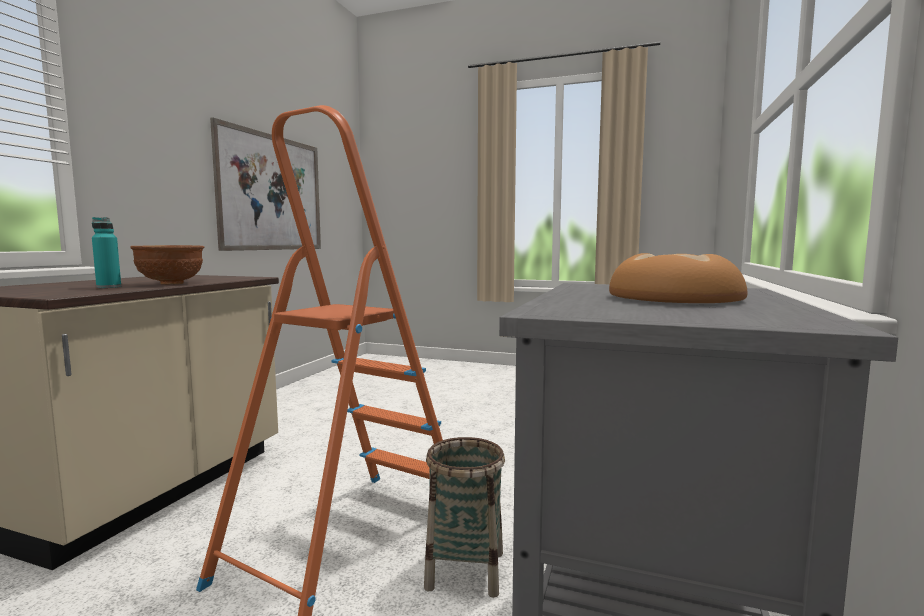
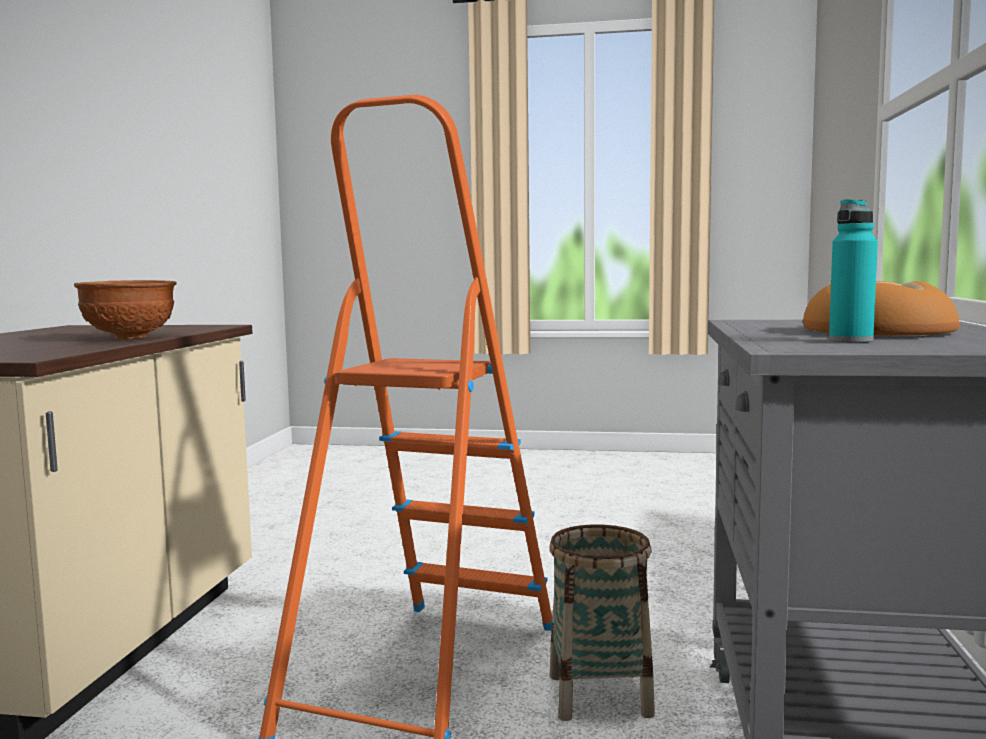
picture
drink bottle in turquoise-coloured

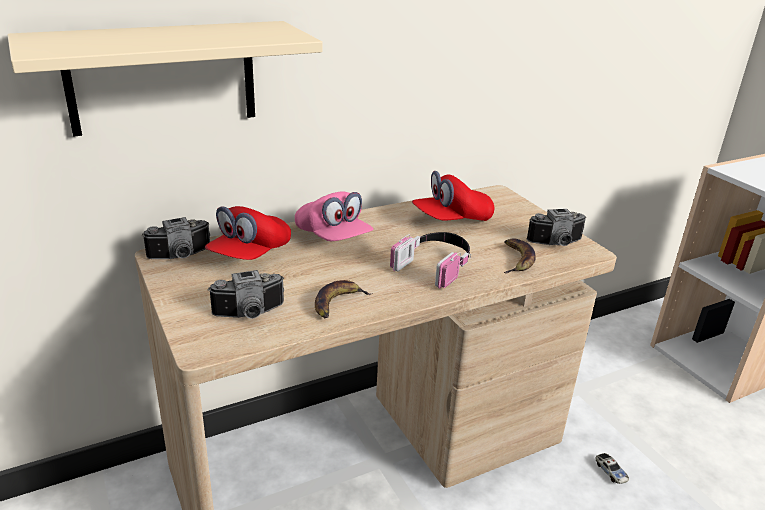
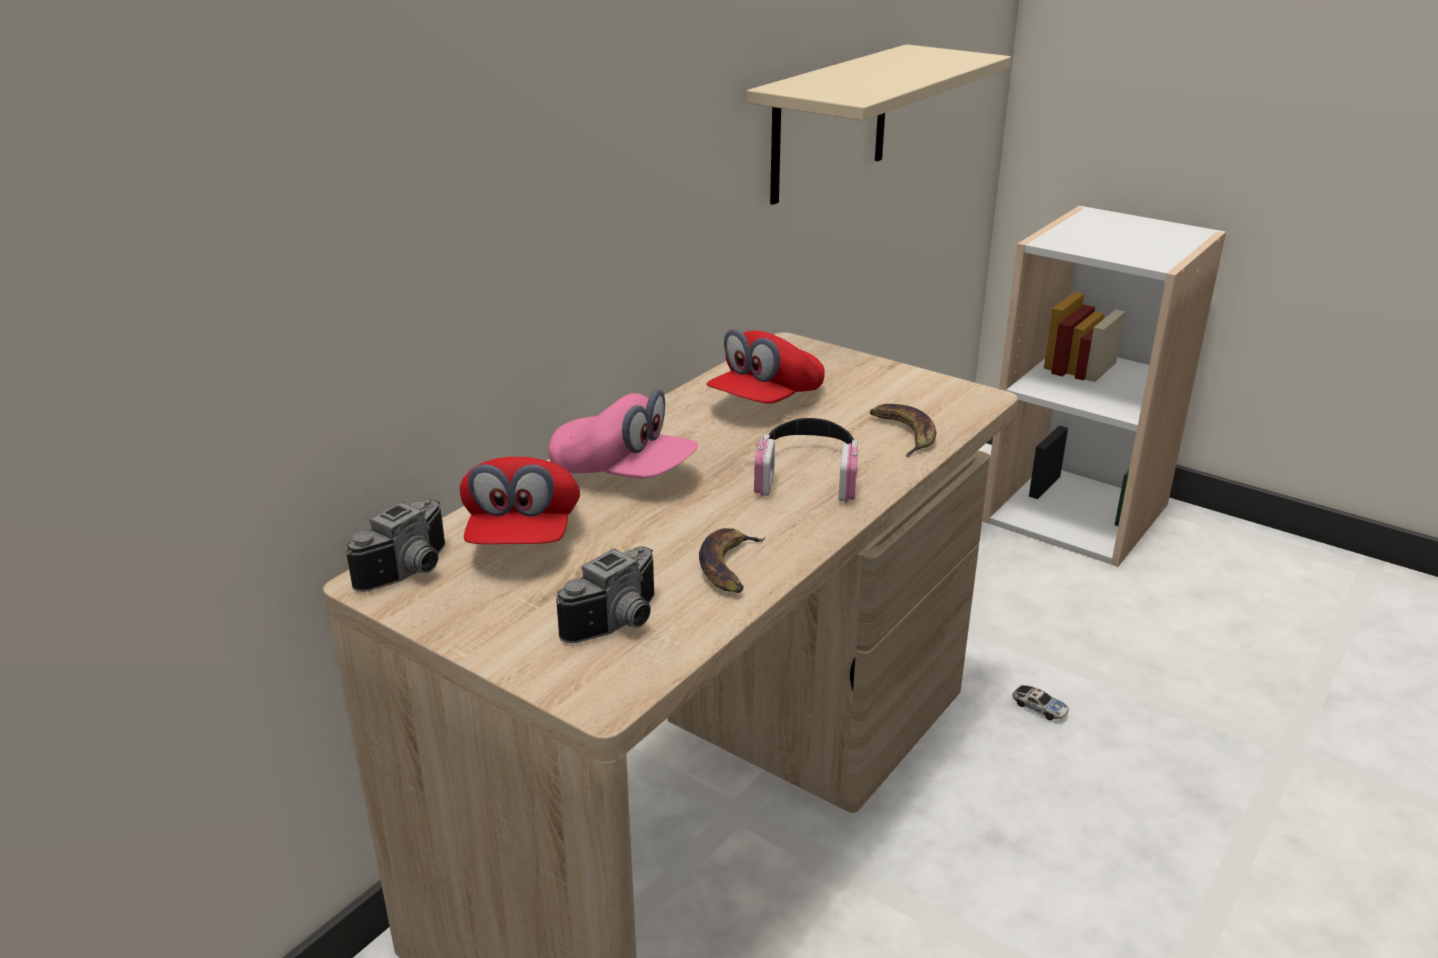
wall shelf in beige-coloured
photo camera (3rd from left in the first image)

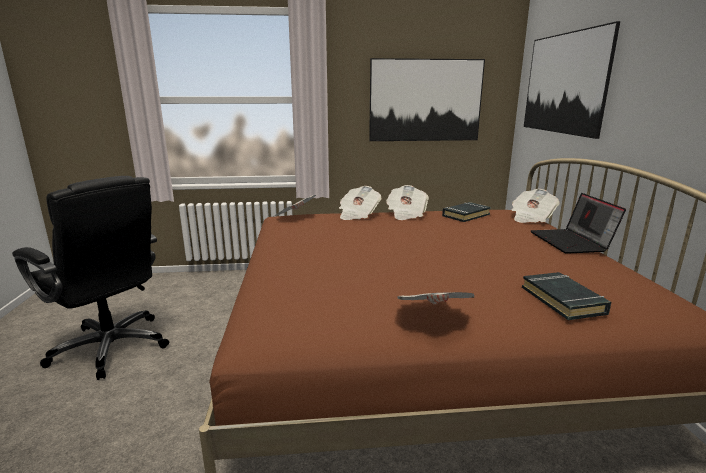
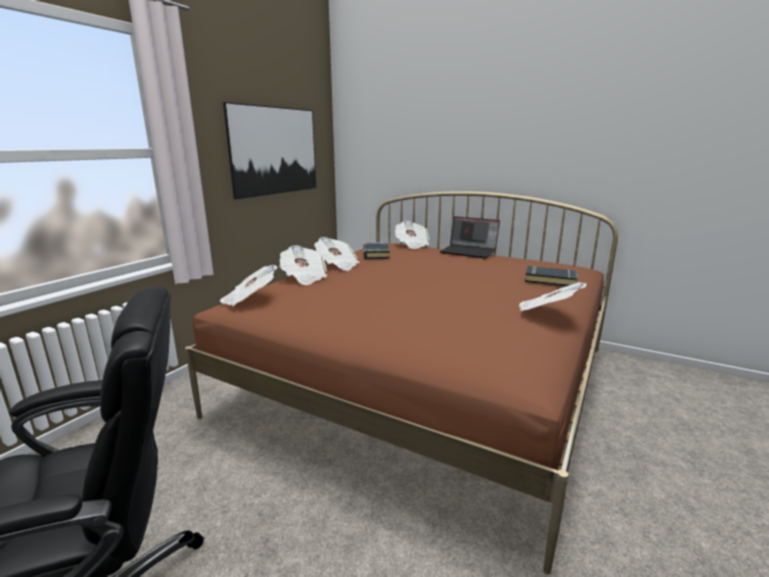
picture (2nd from left in the first image)

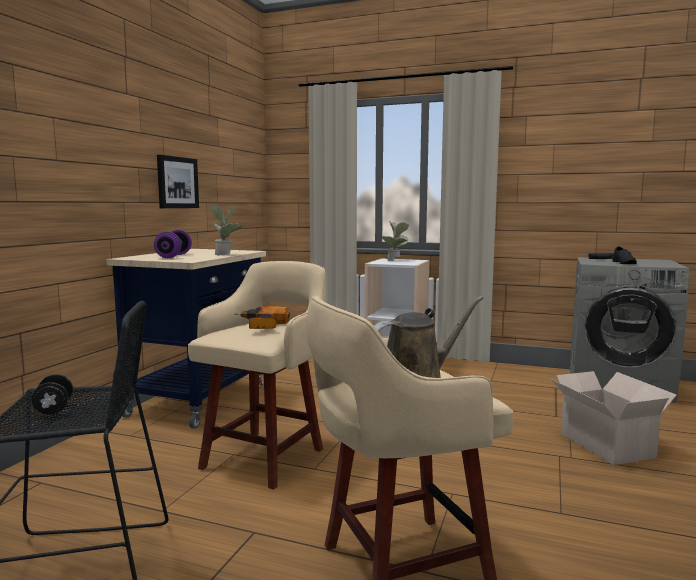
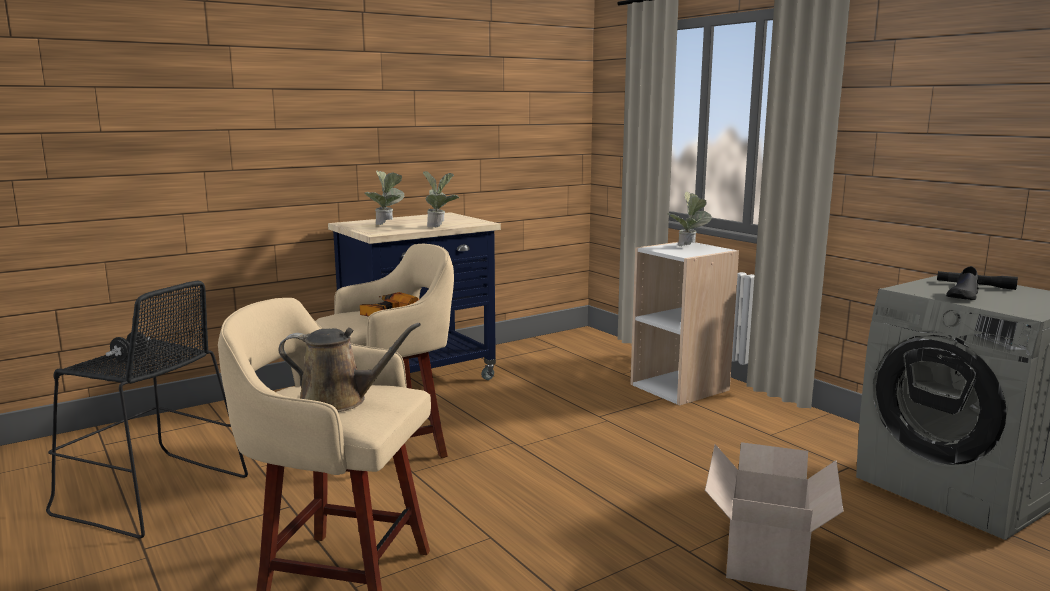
picture
potted plant (1st from left)

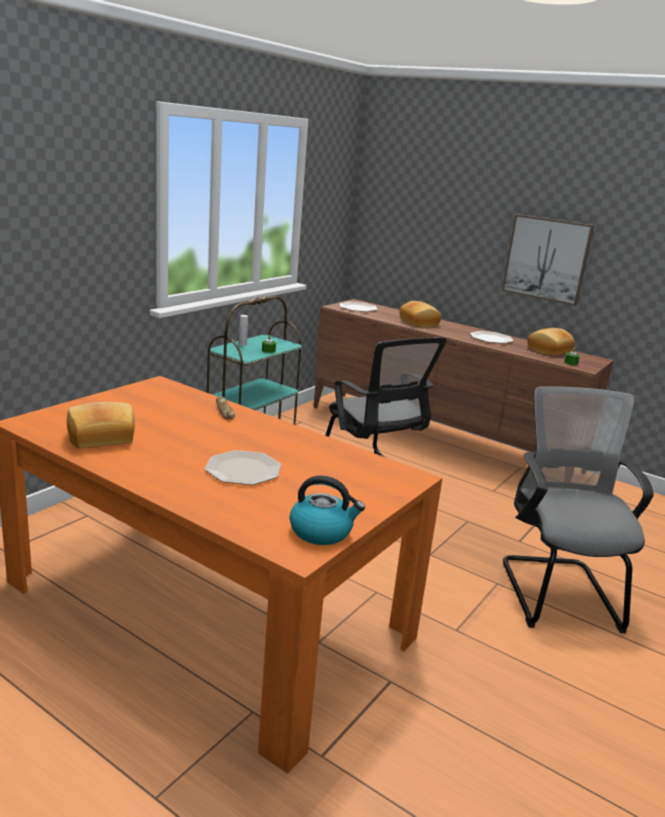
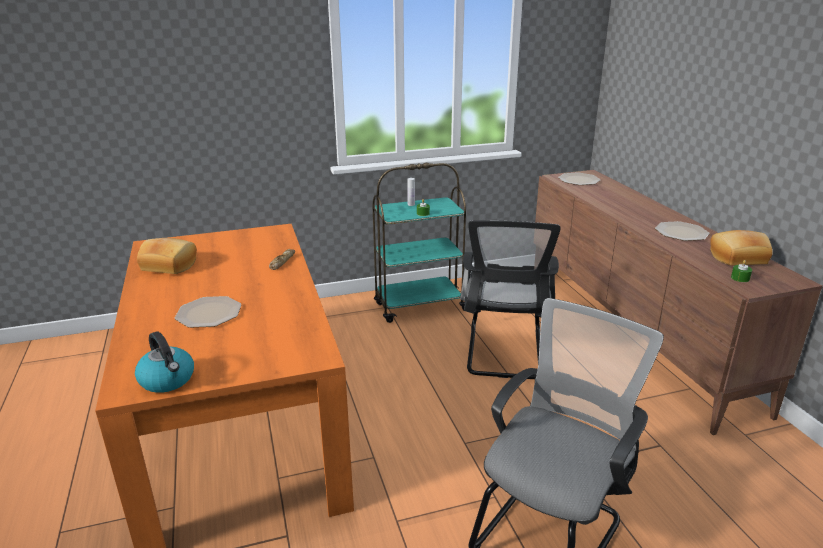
picture
bakery bread (3rd from left in the first image)

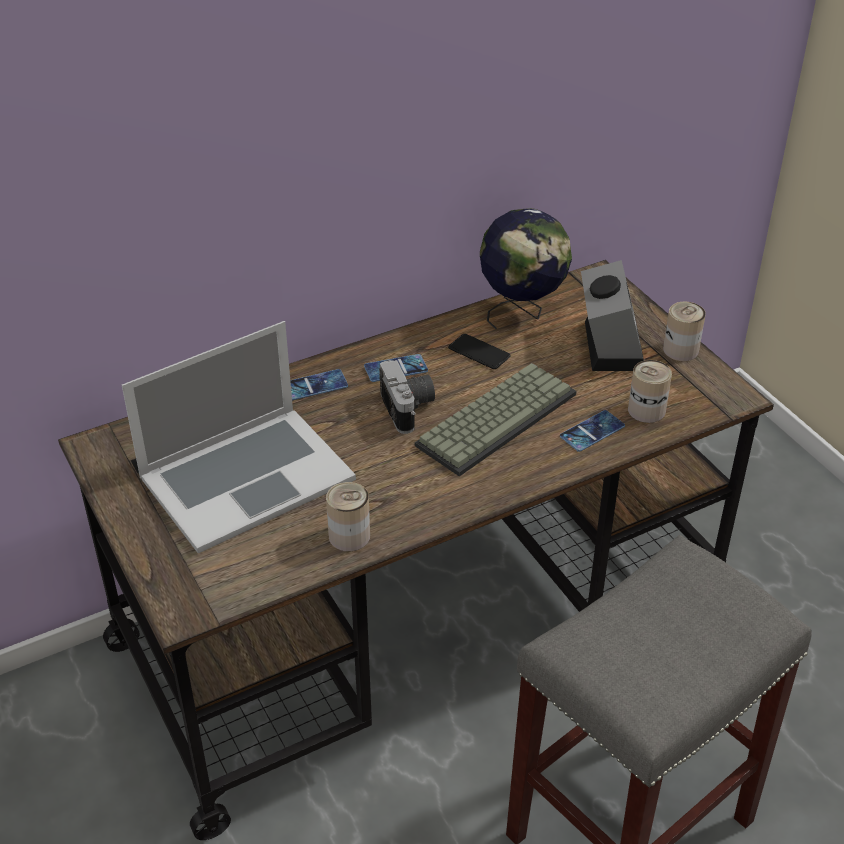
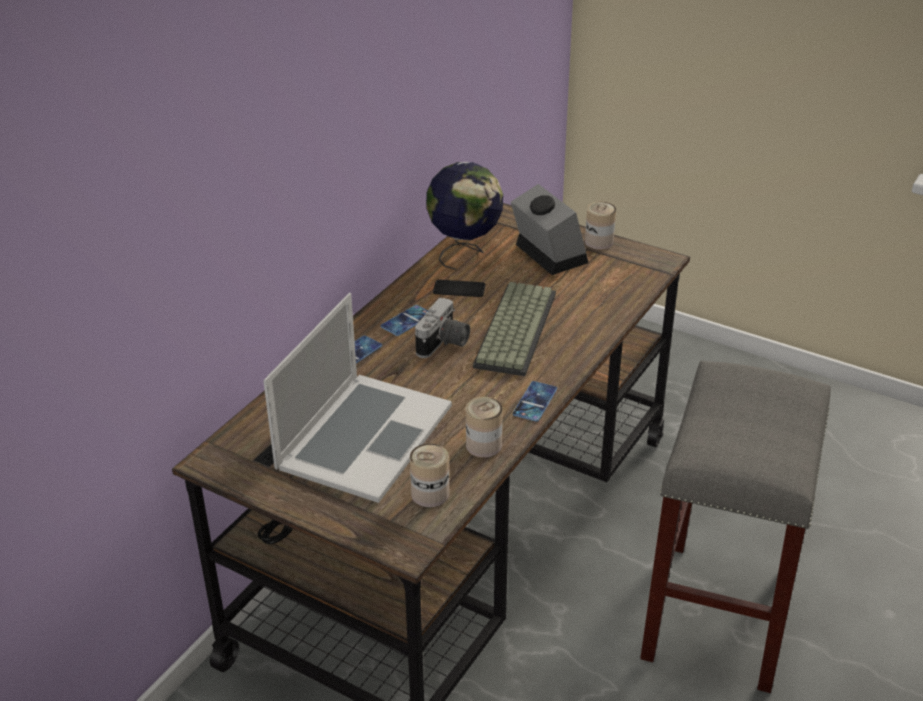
photo camera
sealed can (1st from left)
phone (4th from left)

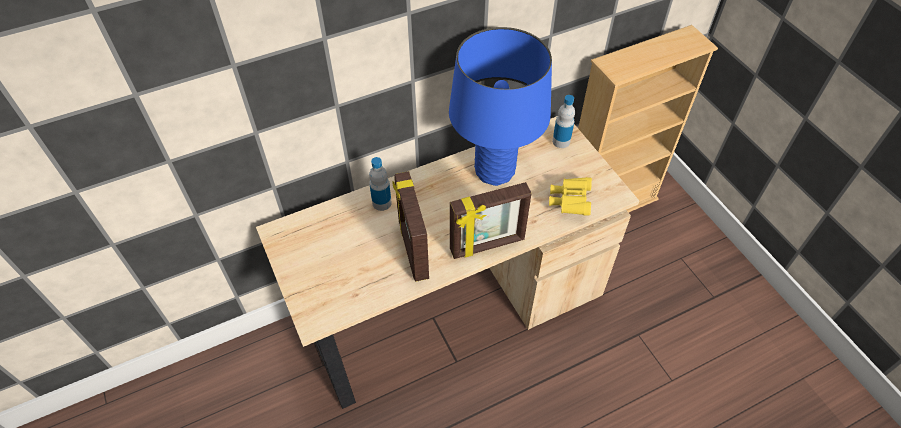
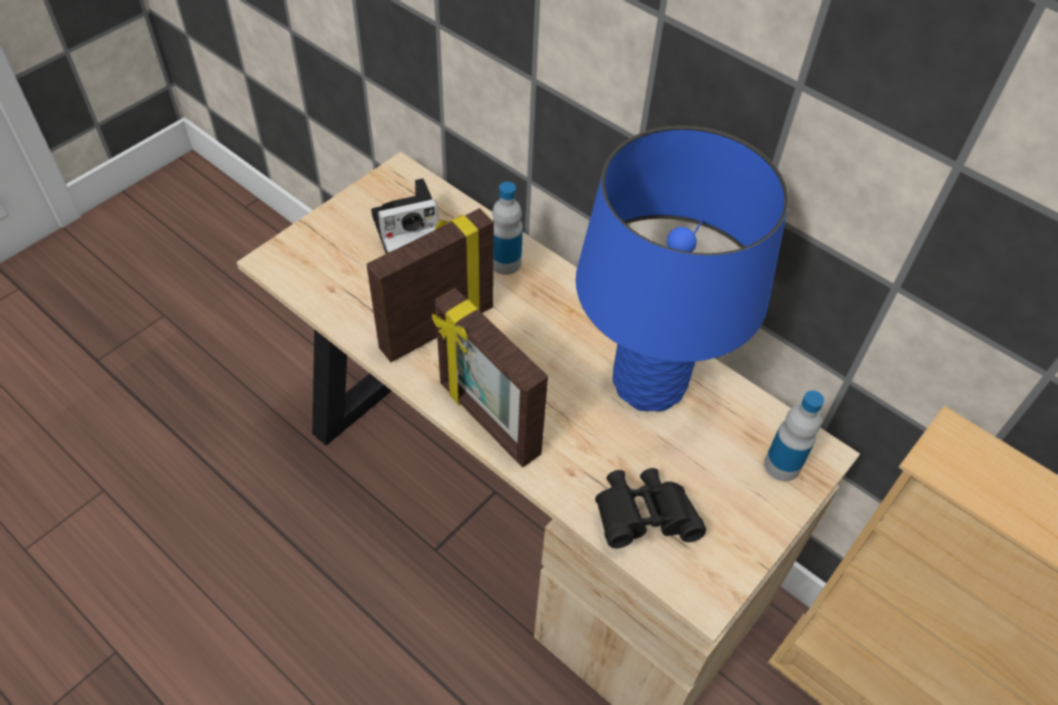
pair of binoculars in black
photo camera

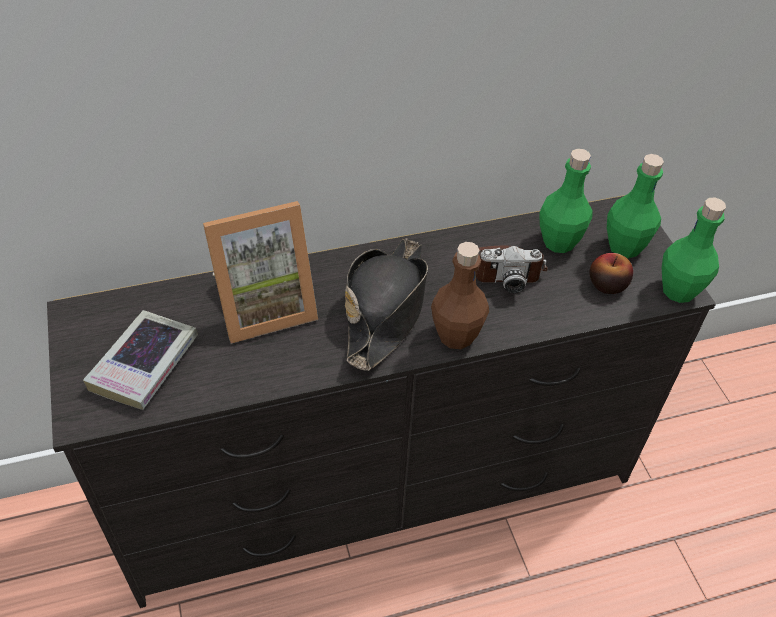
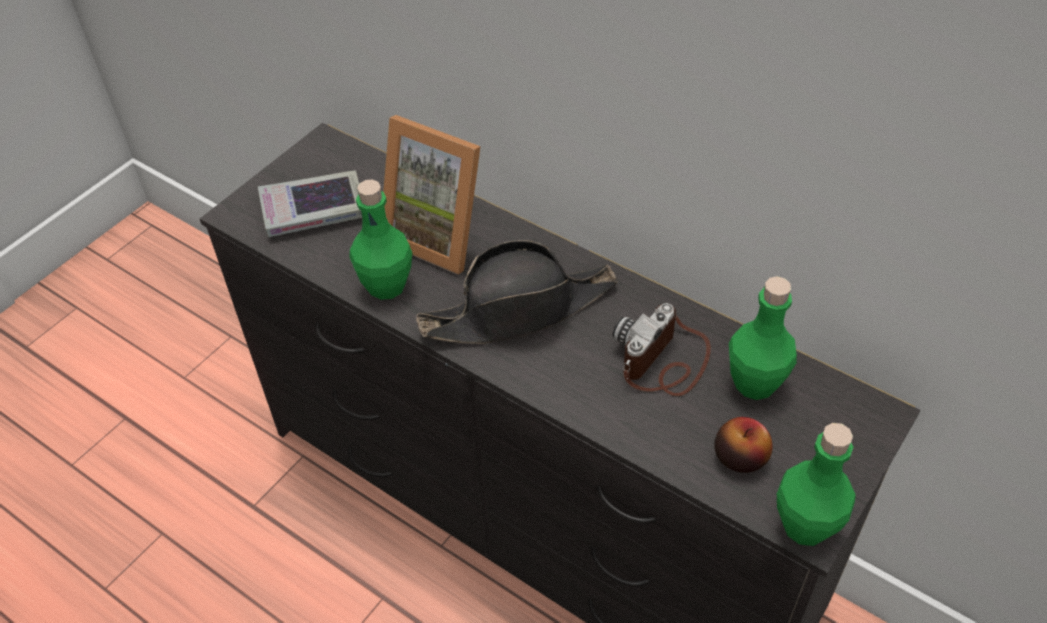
drink bottle in greenish (1st from left)
drink bottle in brownish
photo camera

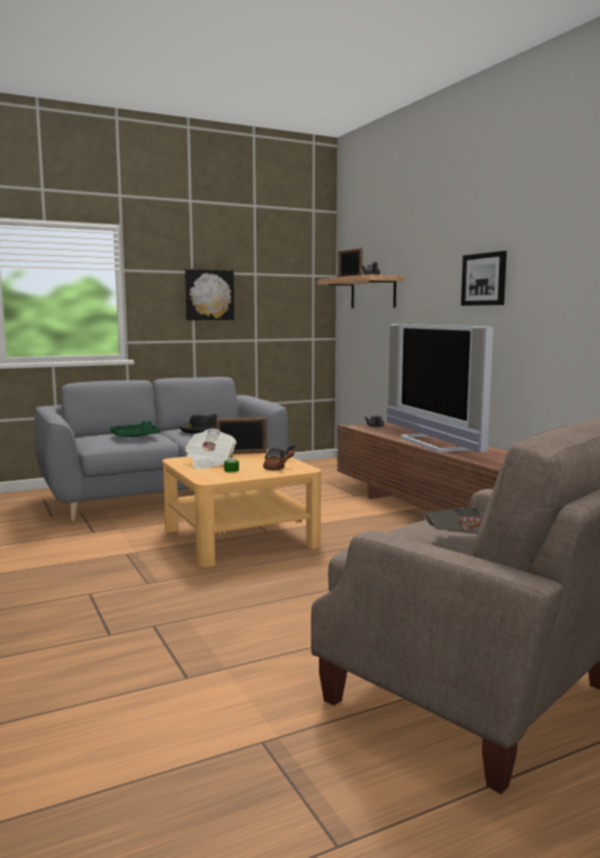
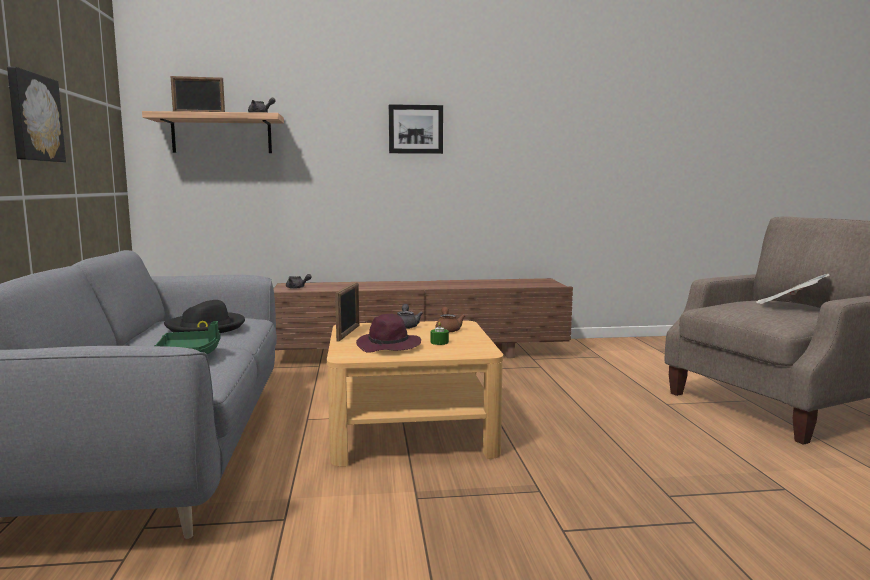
TV set
wearable hat in purplish

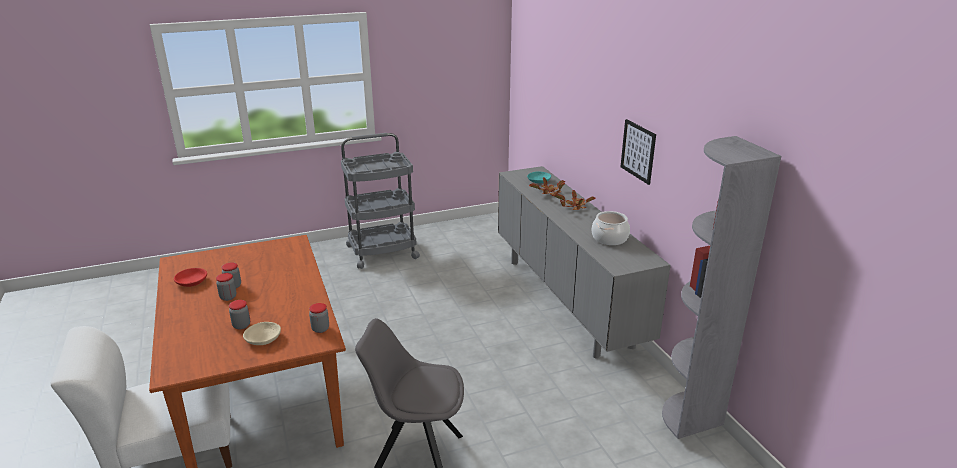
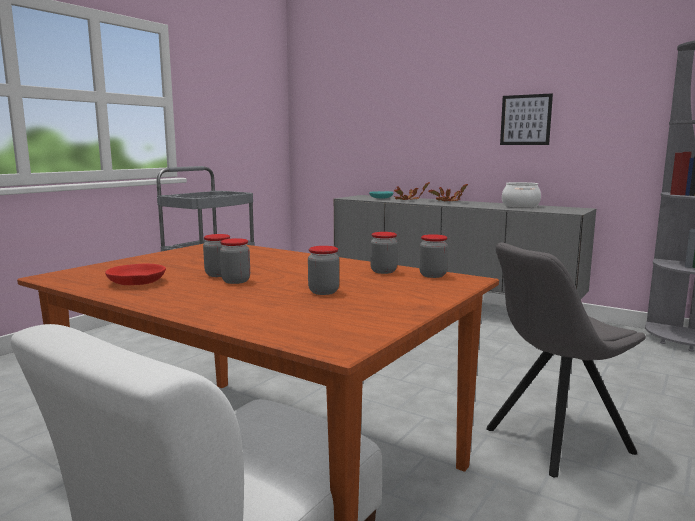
bowl in beige-coloured
preserve jar (4th from left)

